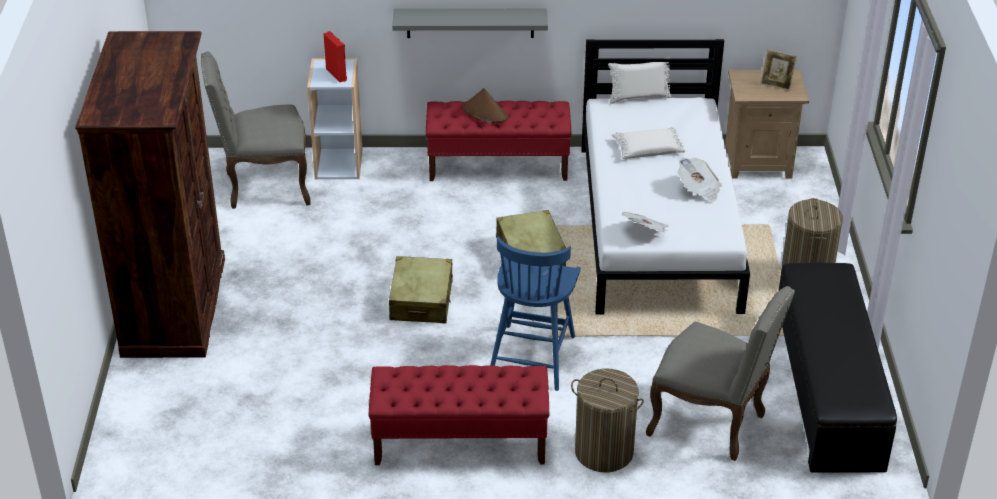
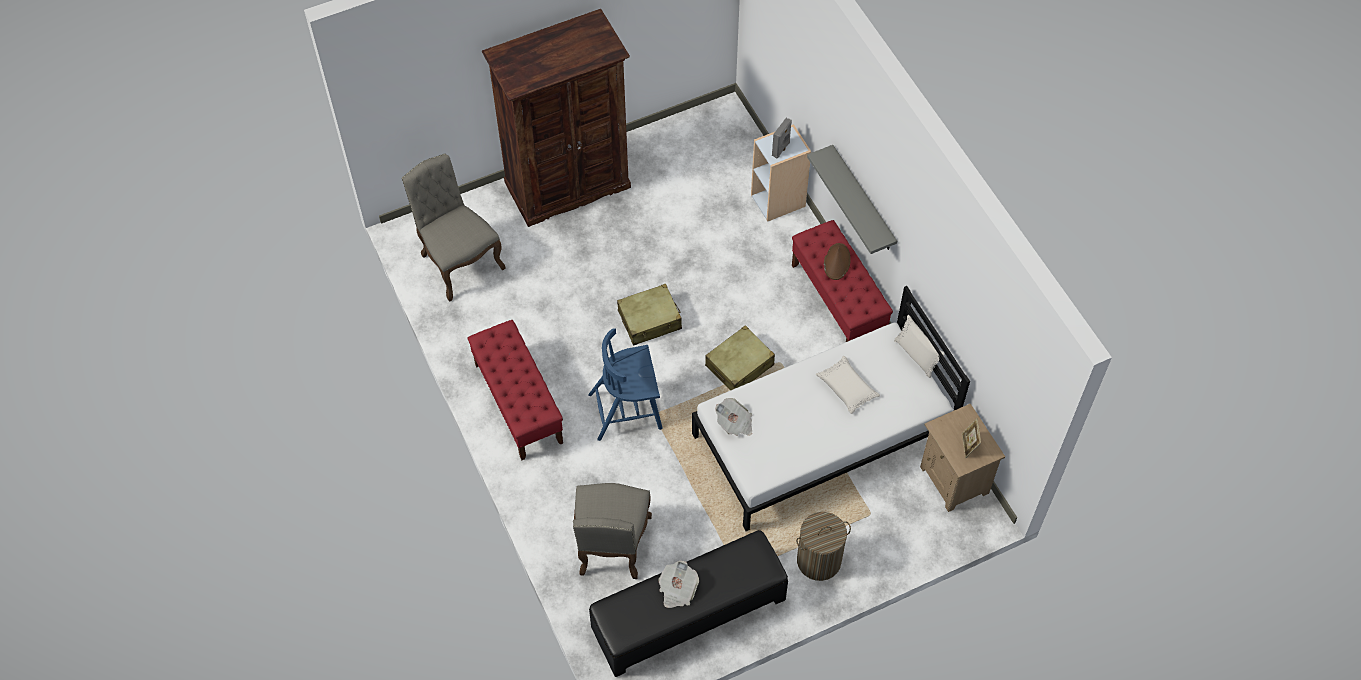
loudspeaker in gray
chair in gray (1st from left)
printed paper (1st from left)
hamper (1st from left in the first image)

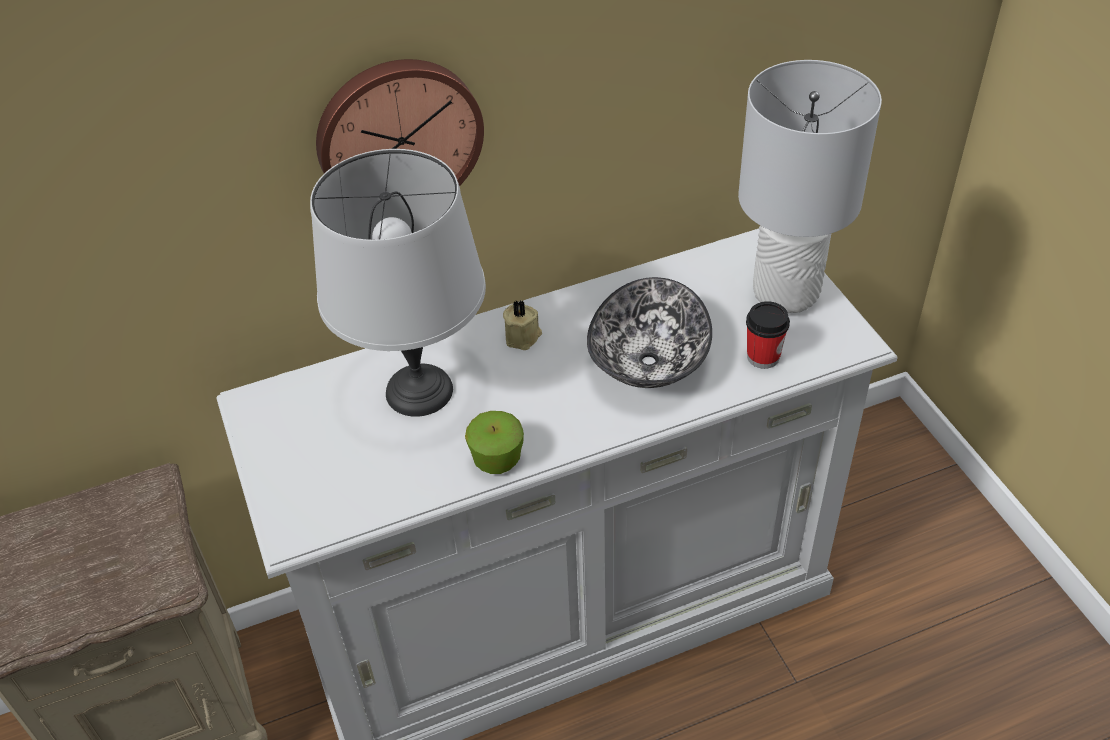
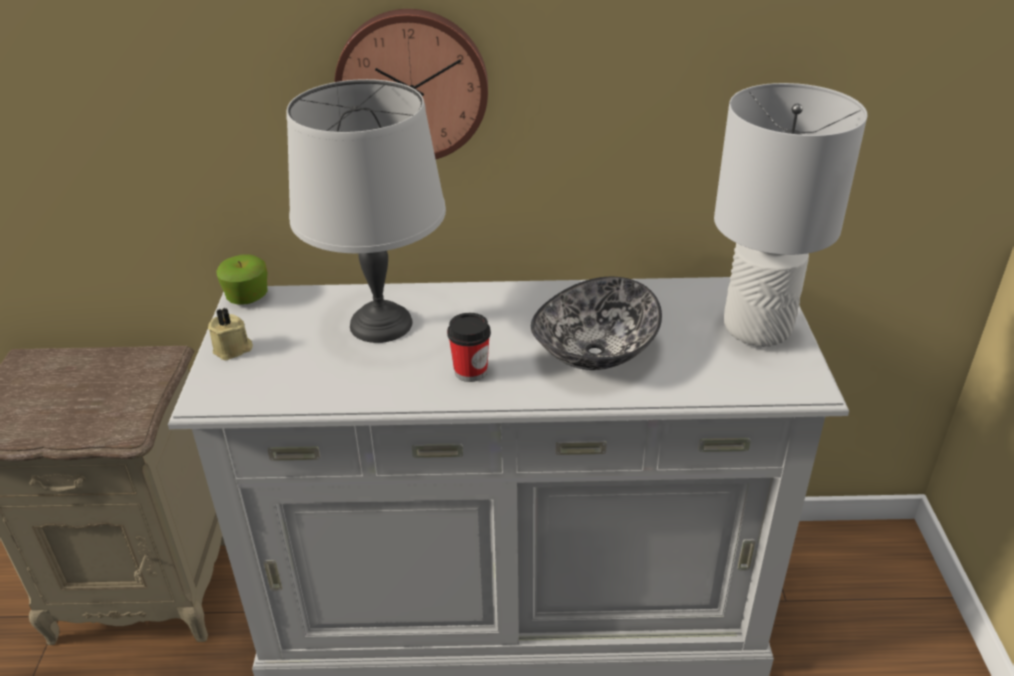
wax candle in beige-coloured
cup
whole apple

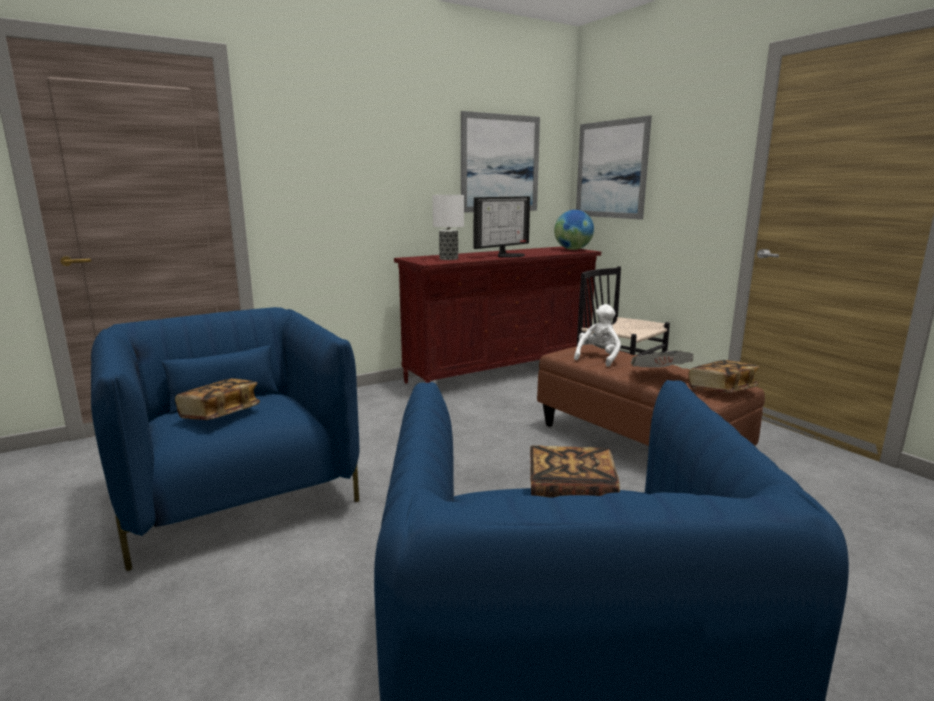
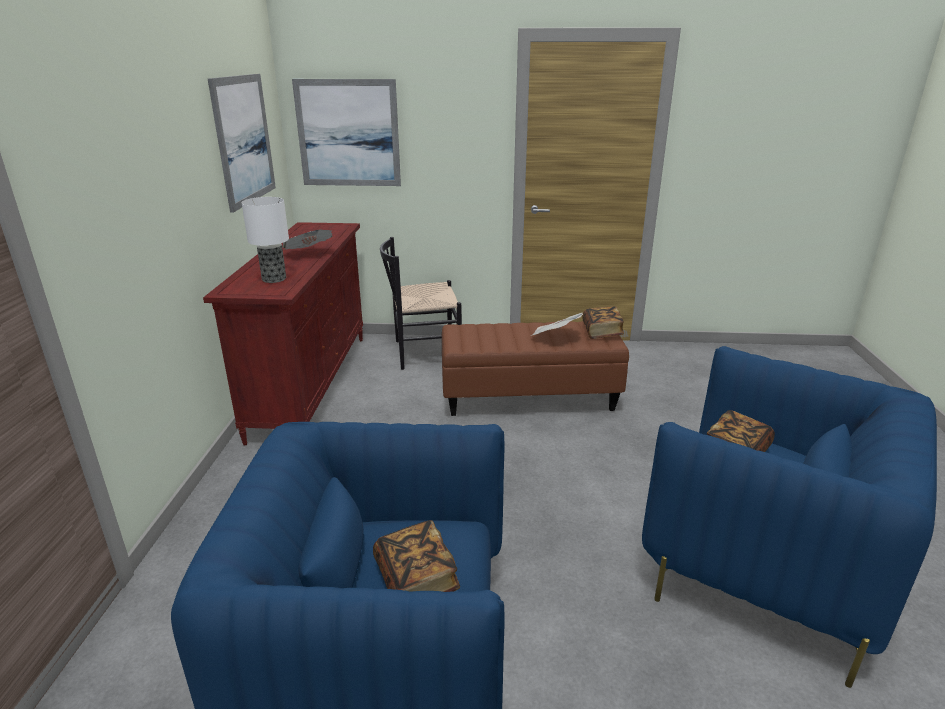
printed paper (1st from left)
desk globe
plush toy in whitish

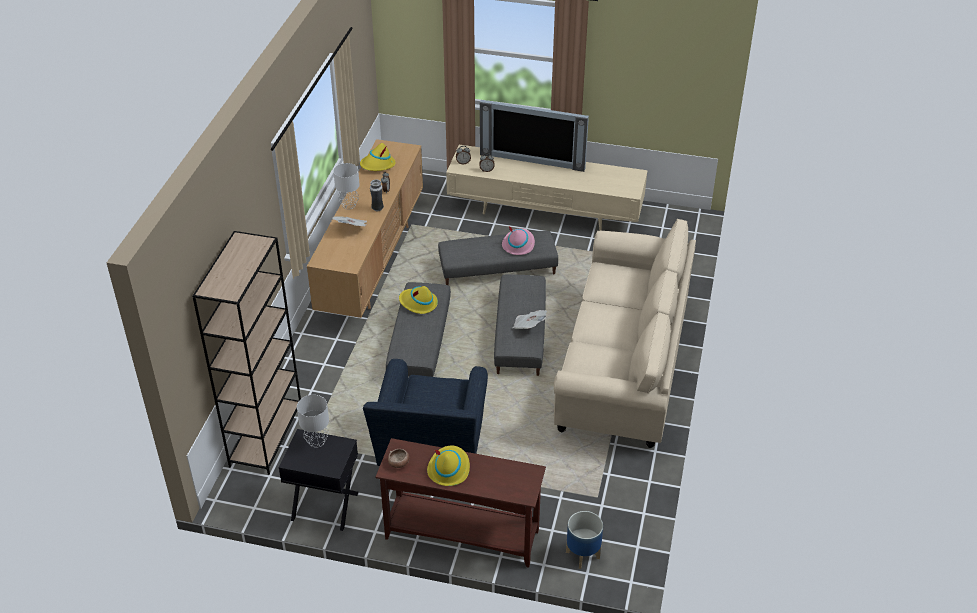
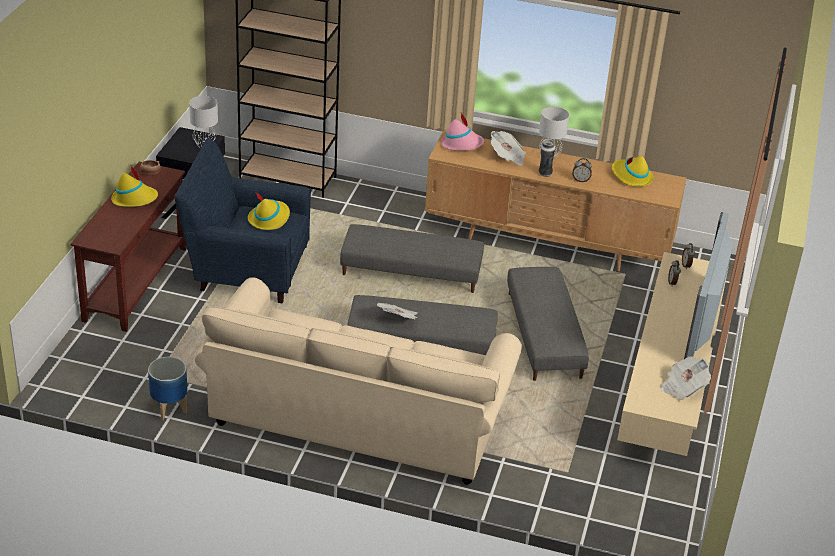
wearable hat in pinkish
wearable hat in yellow (2nd from left)
flower pot
printed paper (3rd from left)

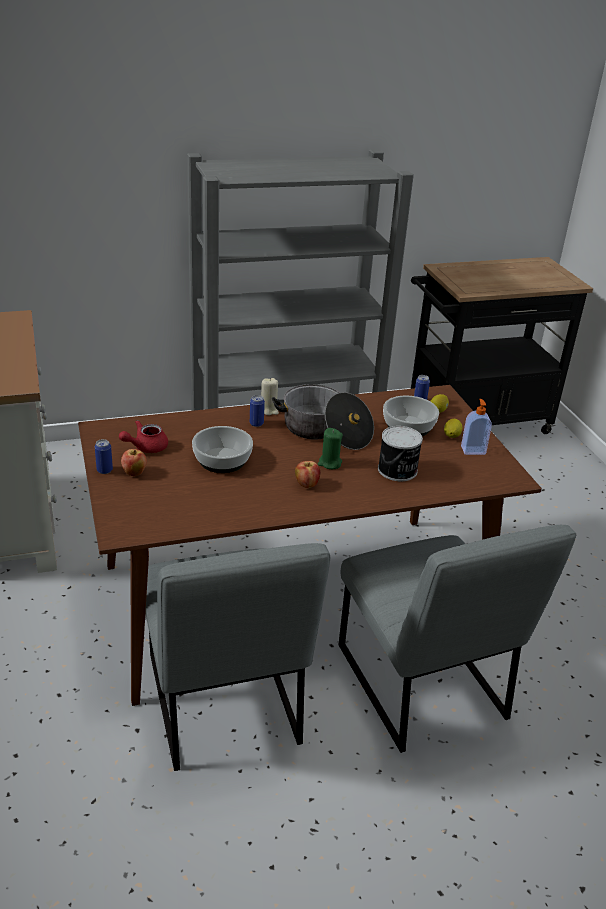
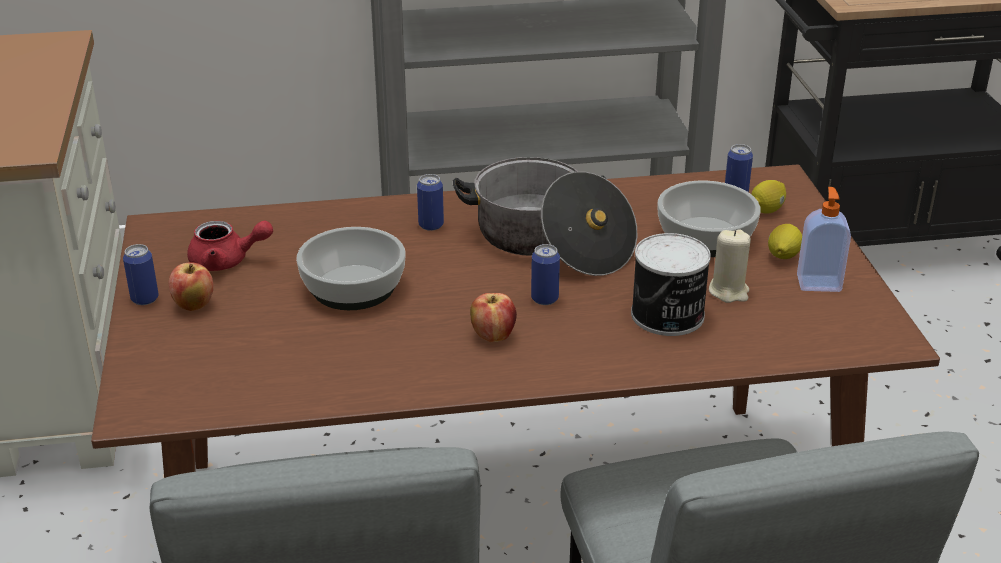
wax candle in beige-coloured
tea pot in red-coloured
sealed can (3rd from left)

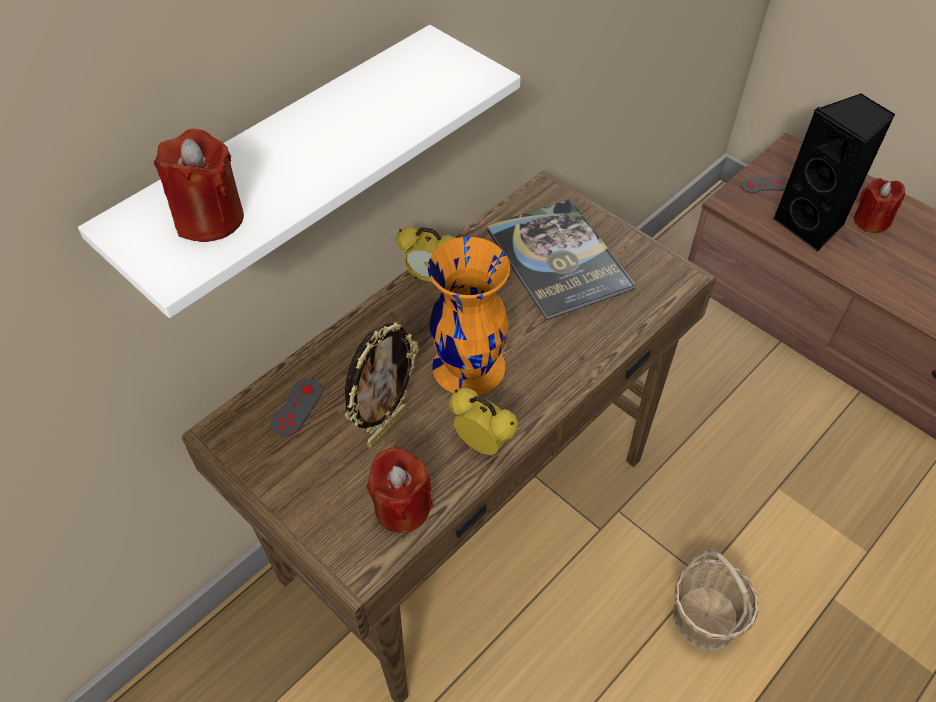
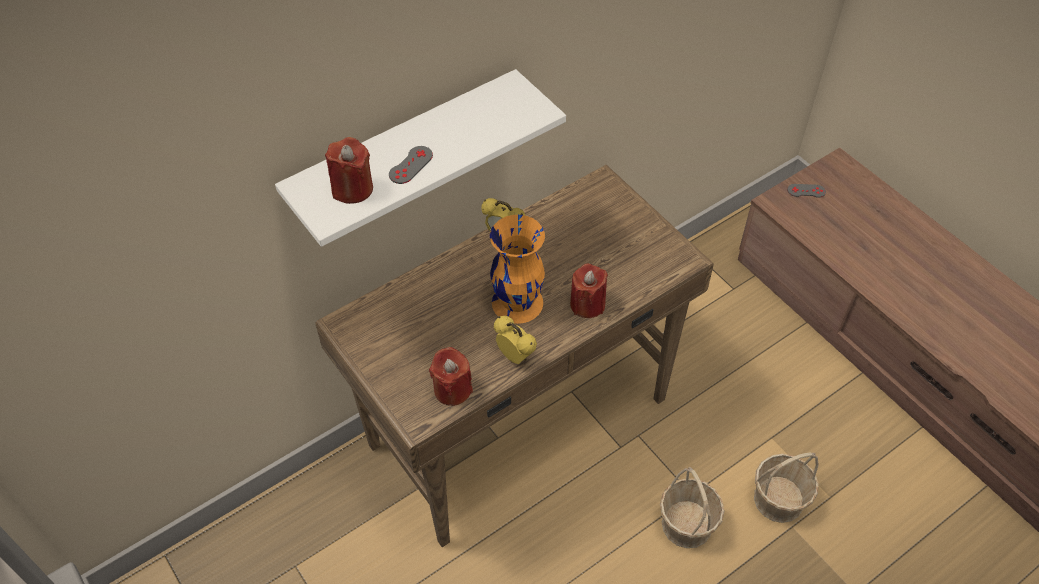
loudspeaker in black
wax candle in red-coloured (3rd from left)
volume
picture frame
game controller in gray (1st from left)
basket (2nd from left)

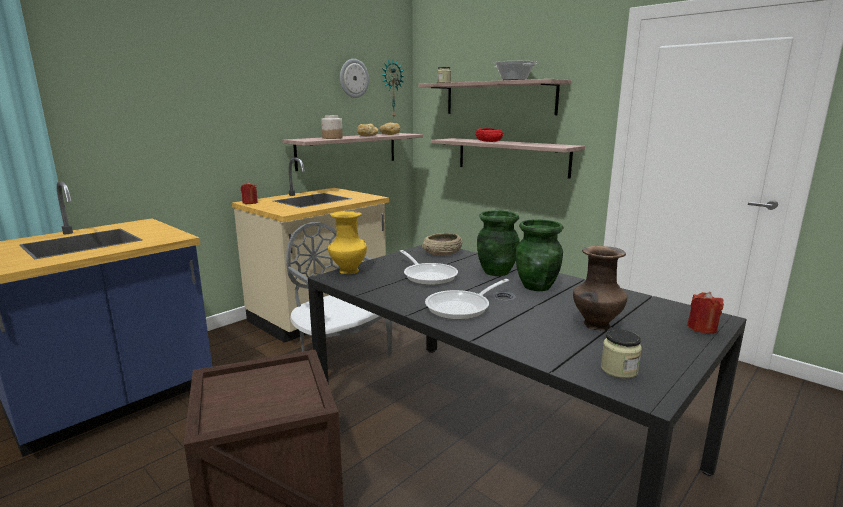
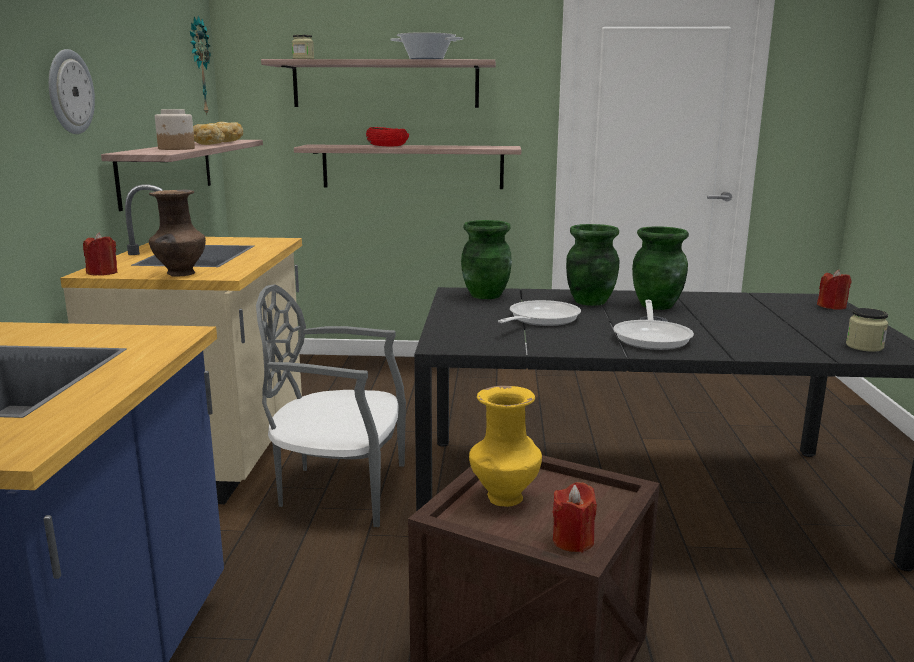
clock on the wall (1st from left)
decorative vase in yellow
decorative vase in greenish (1st from left)
decorative vase in brownish
frying pan (1st from left)
wax candle in red-coloured (2nd from left)

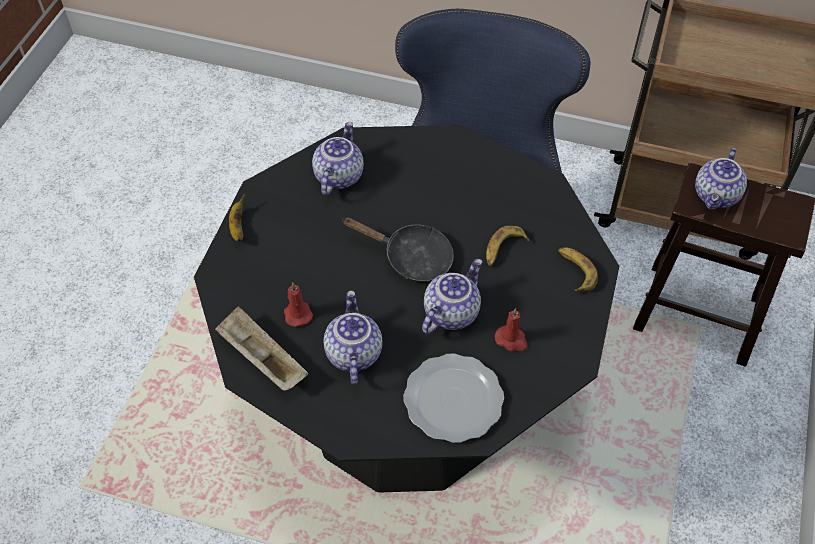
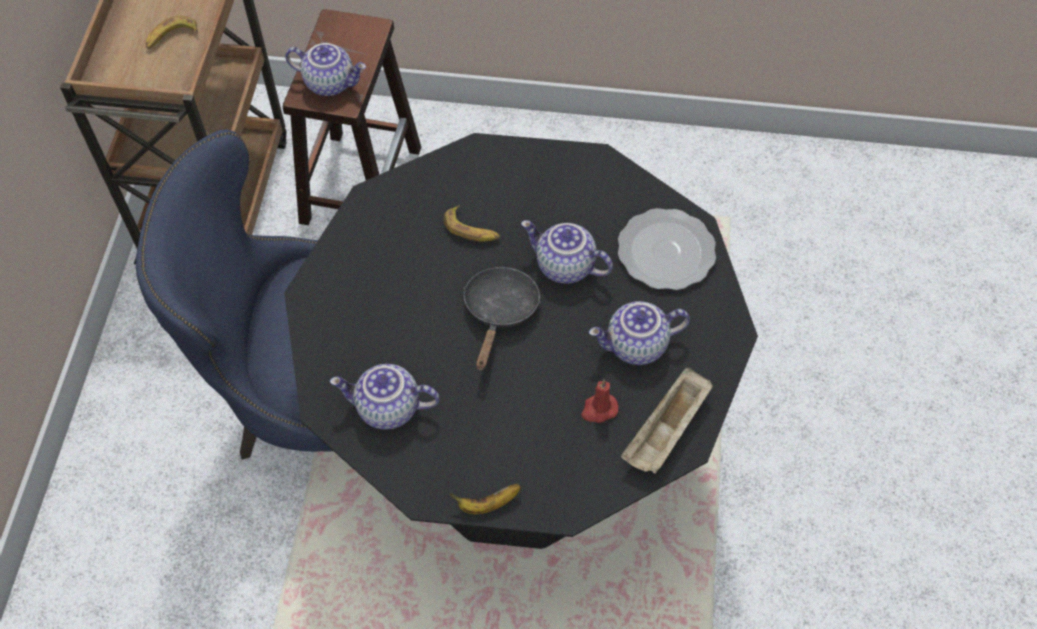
banana (1st from left)
wax candle in red-coloured (2nd from left in the first image)

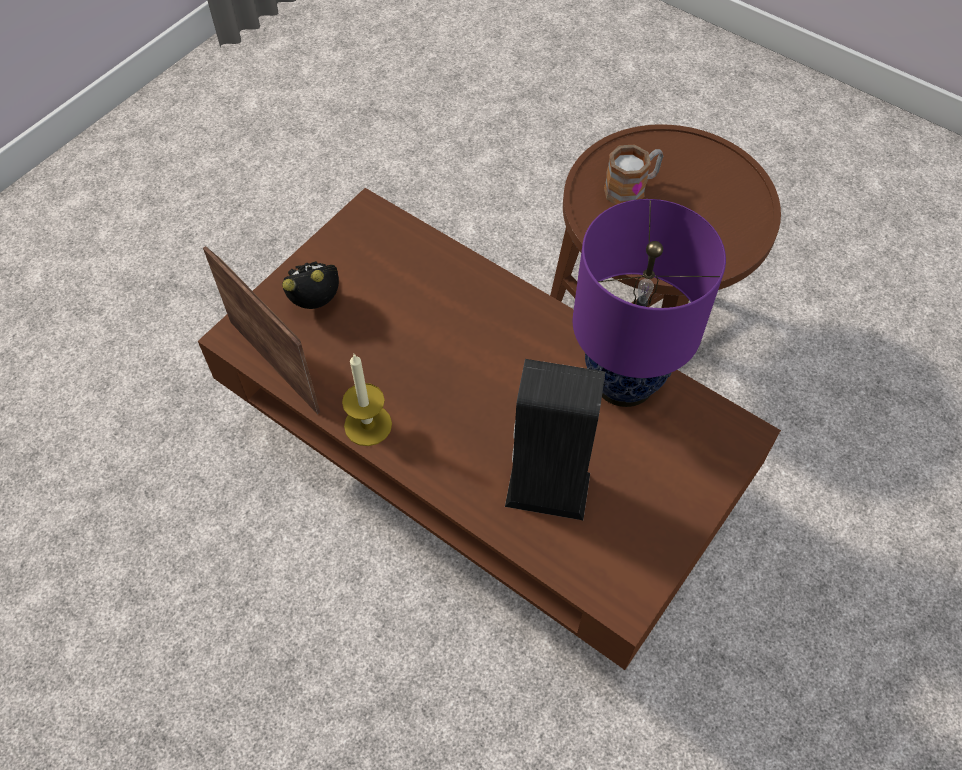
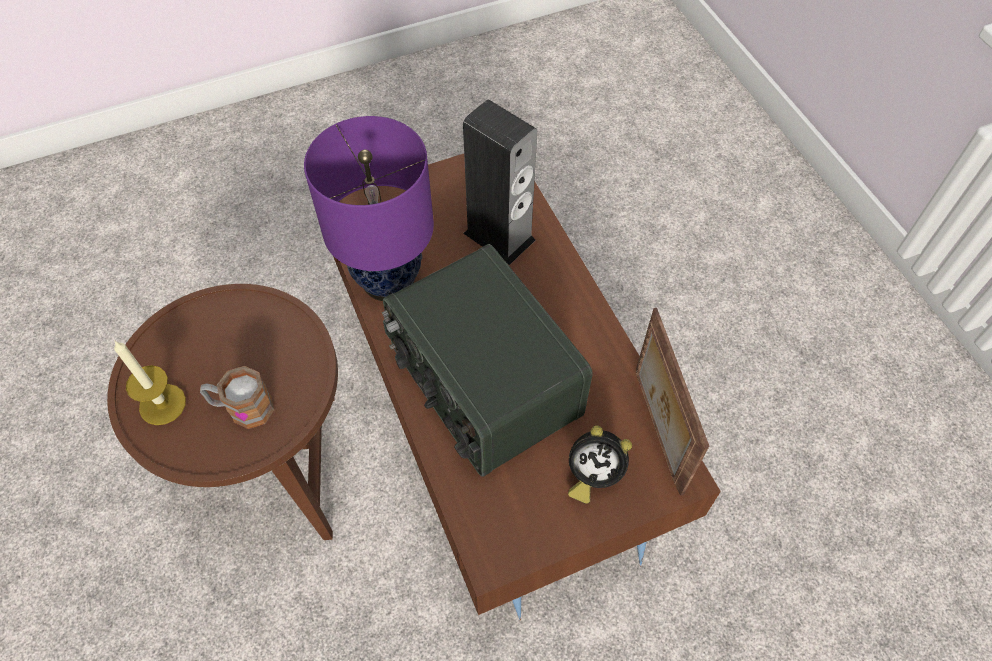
wax candle
radio

